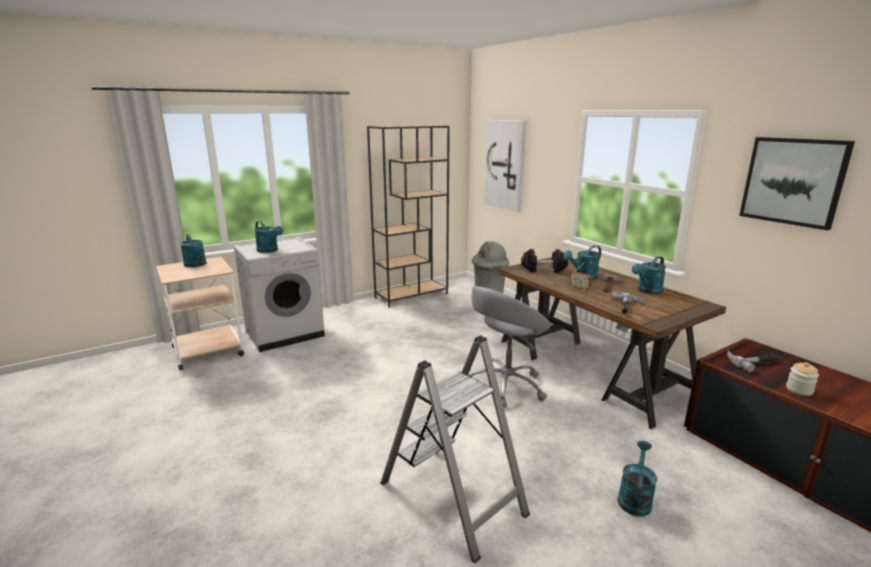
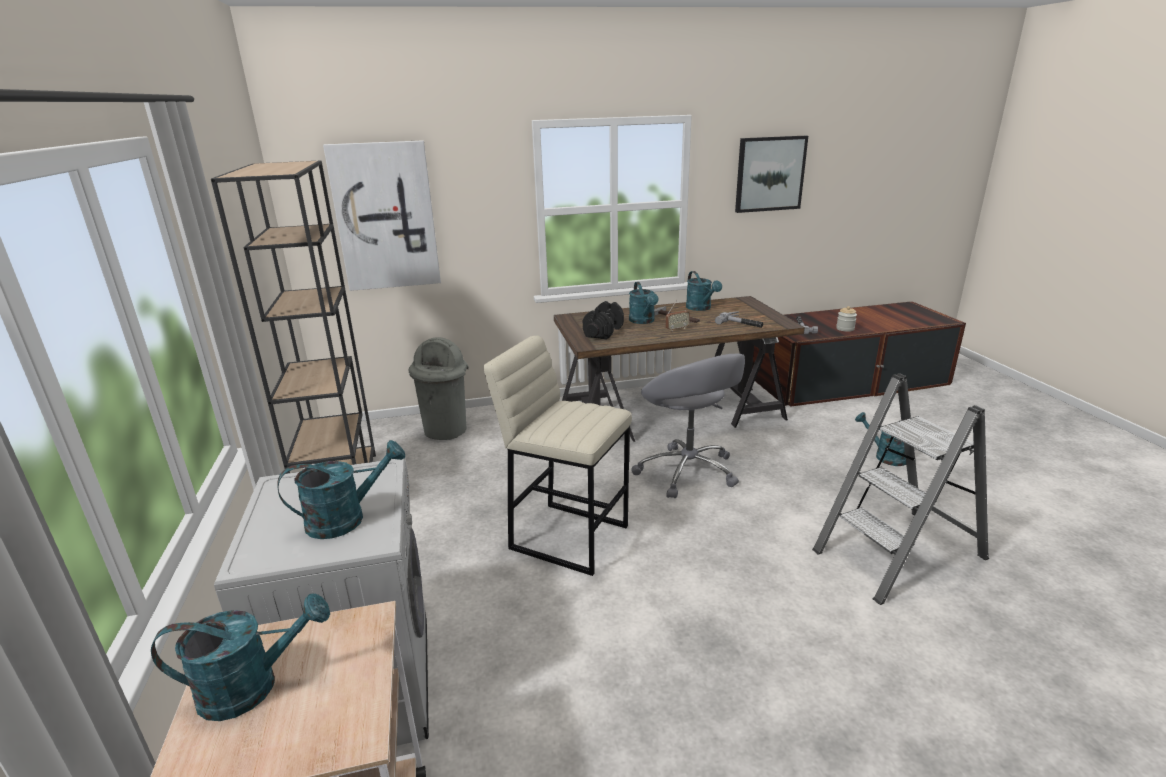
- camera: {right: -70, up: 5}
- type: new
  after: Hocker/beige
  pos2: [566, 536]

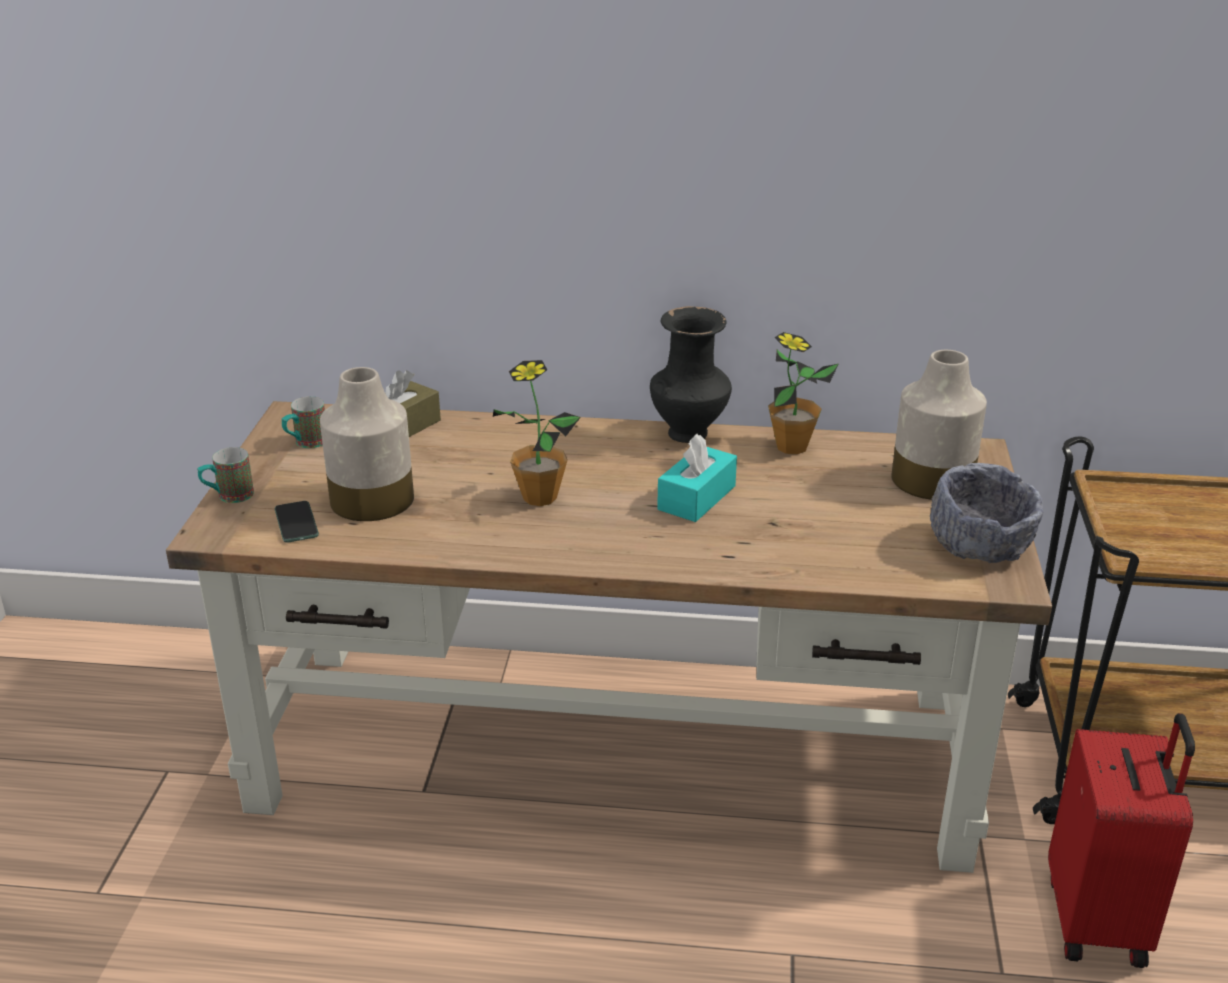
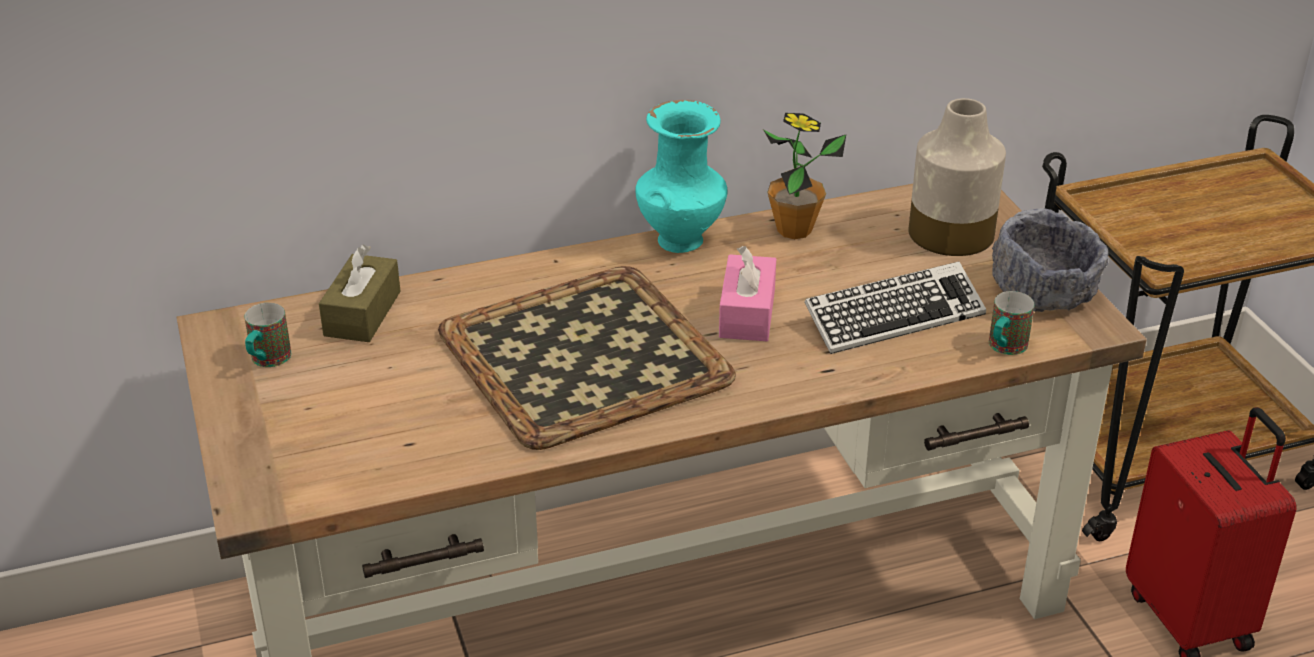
- camera: {right: -25, up: 5}
- type: repainted
  before: Vase/schwarz
  after: Vase/türkis
  pos1: [689, 433]
  pos2: [681, 239]
- type: swapped
  before: Topfpflanze
  after: Tablett
  pos1: [539, 497]
  pos2: [587, 356]
- type: gone
  before: Vase/beige
  pos1: [373, 498]
- type: repainted
  before: Taschentuchbox/türkis
  after: Taschentuchbox/rosa
  pos1: [696, 498]
  pos2: [747, 313]
- type: shifted
  before: Henkelbecher
  pos1: [228, 497]
  pos2: [1004, 348]
- type: gone
  before: Handy
  pos1: [296, 523]
- type: new
  after: Tastatur
  pos2: [894, 317]

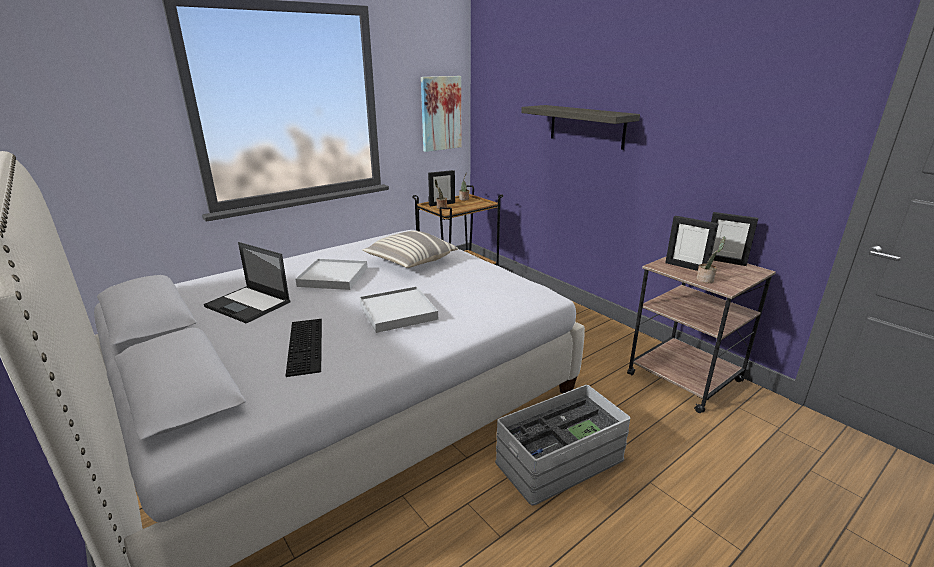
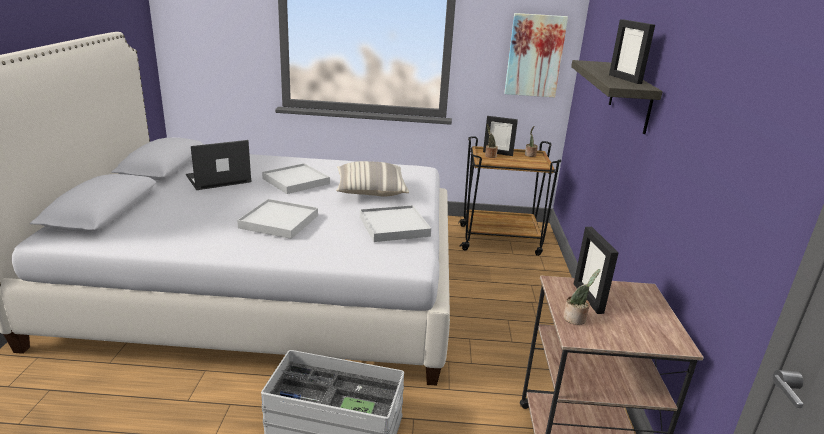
- camera: {right: 40, up: 0}
- type: shifted
  before: Bilderrahmen
  pos1: [724, 261]
  pos2: [625, 79]
- type: rotated
  before: Laptop
  pos1: [249, 304]
  pos2: [217, 179]
  turn: 75
- type: gone
  before: Tastatur
  pos1: [307, 346]
- type: new
  after: Tablett/weiß
  pos2: [394, 226]

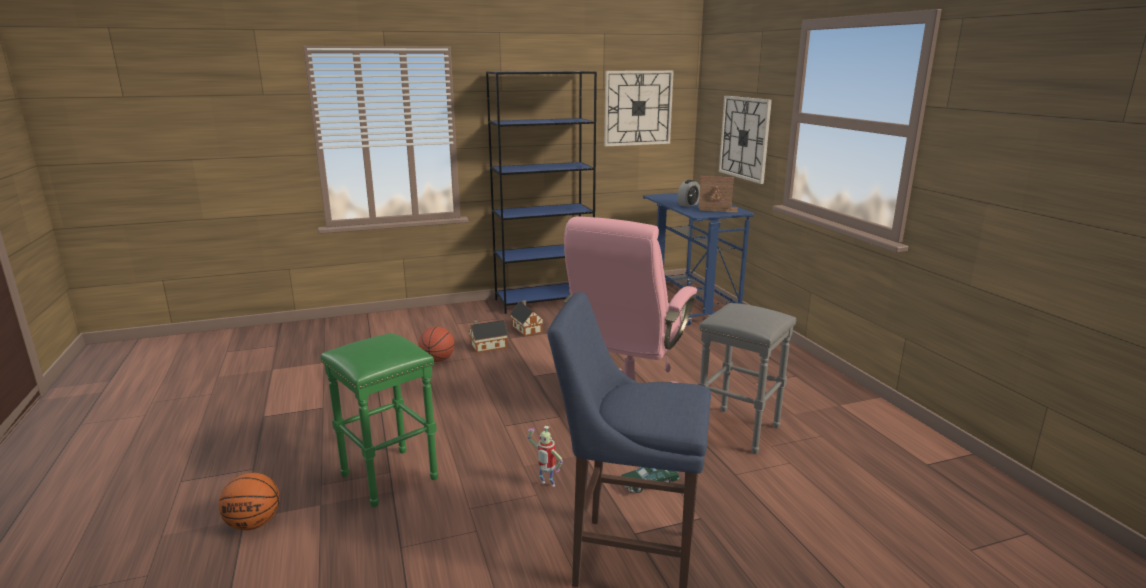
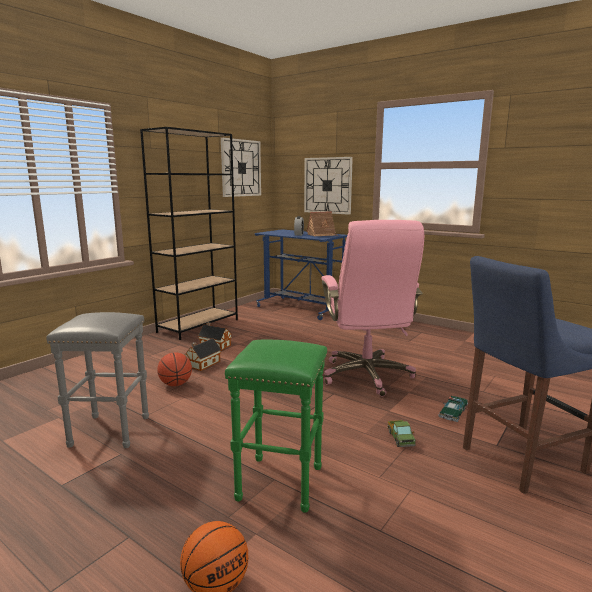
- camera: {right: -35, up: -5}
- type: repainted
  before: Bücherregal/blau
  after: Bücherregal/beige
  pos1: [544, 301]
  pos2: [198, 325]
- type: shifted
  before: Hocker/grau
  pos1: [740, 430]
  pos2: [112, 430]
- type: swapped
  before: Spielzeugroboter
  after: Spielzeuglaster
  pos1: [546, 485]
  pos2: [400, 439]

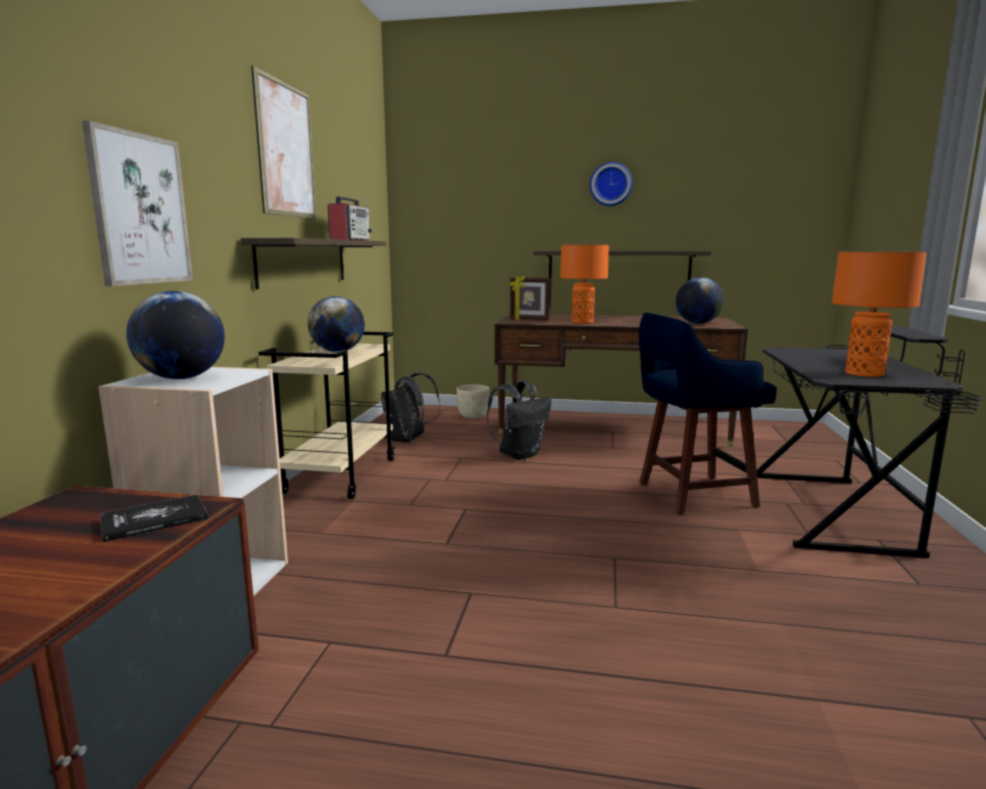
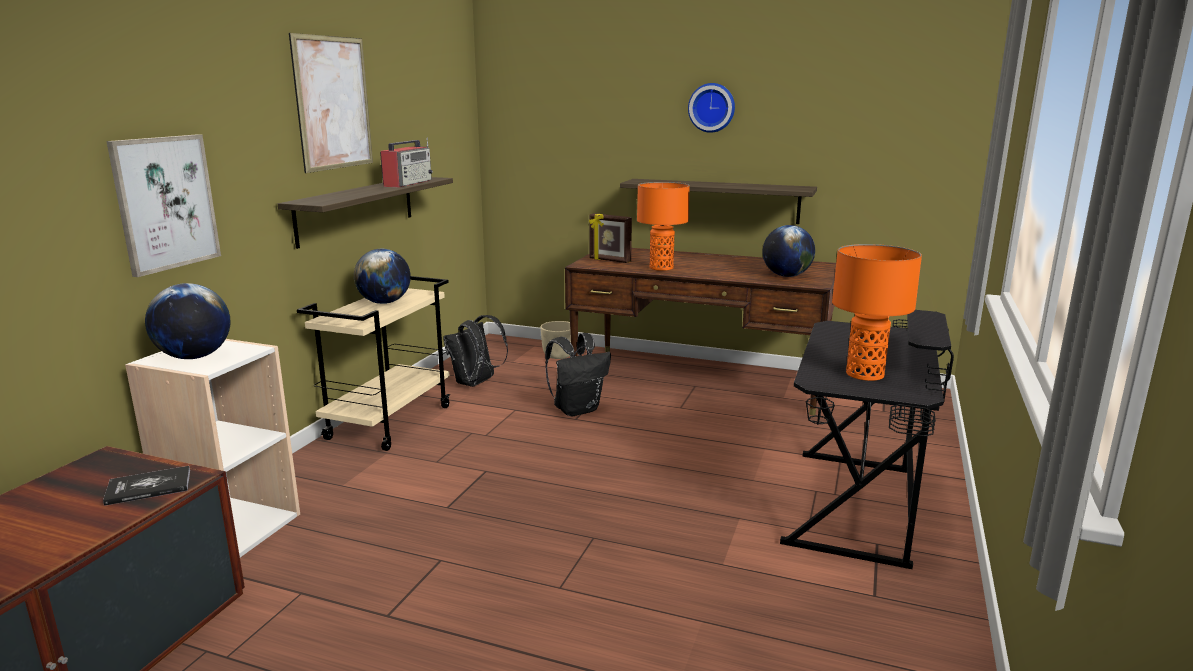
- camera: {right: 10, up: 5}
- type: gone
  before: Hocker/blau
  pos1: [691, 495]

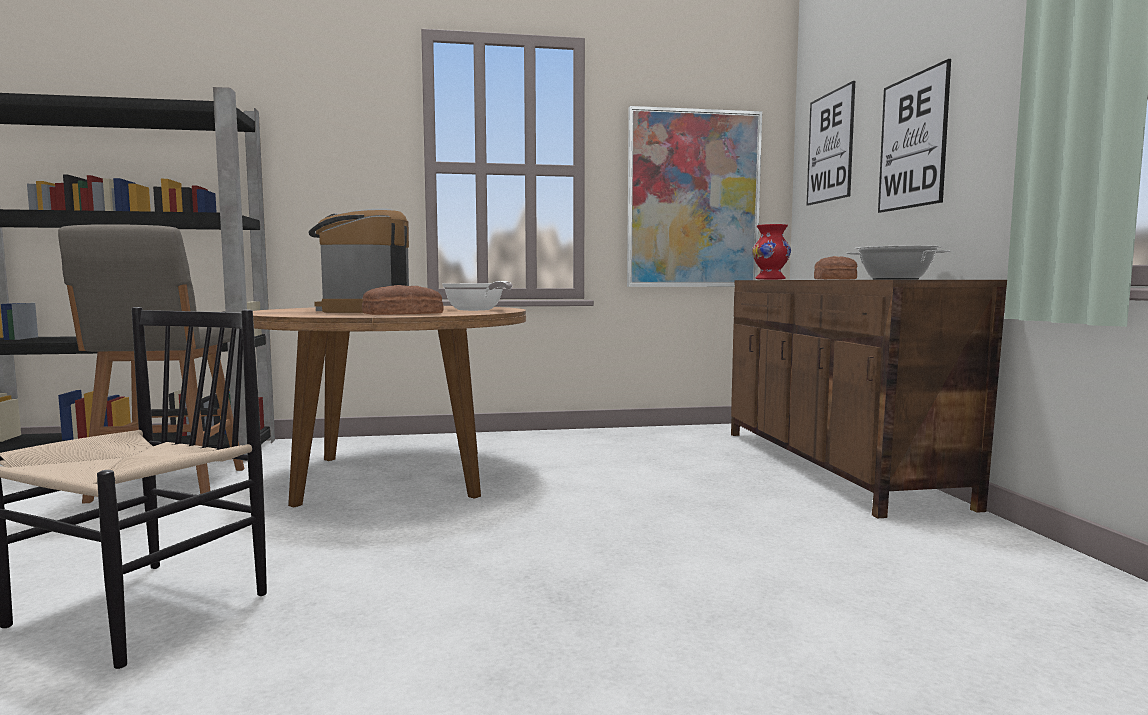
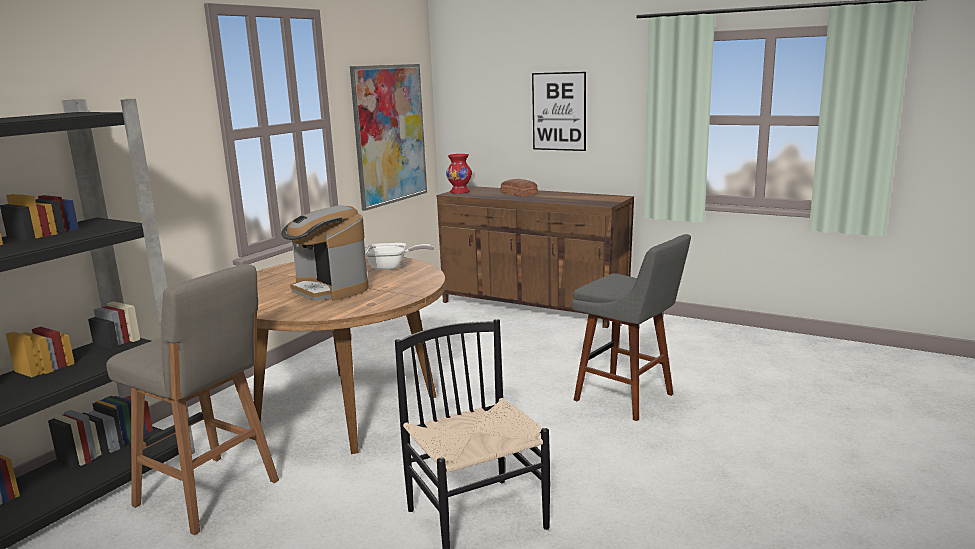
- camera: {right: -50, up: 10}
- type: gone
  before: Bild
  pos1: [830, 147]
- type: gone
  before: Kochtopf
  pos1: [895, 279]
- type: gone
  before: Brot
  pos1: [401, 313]
- type: new
  after: Hocker/grau
  pos2: [628, 398]

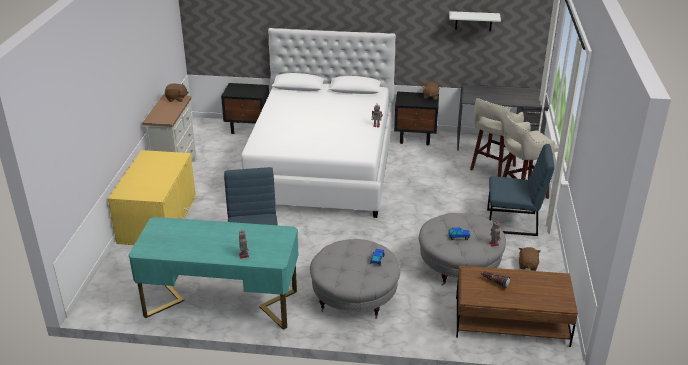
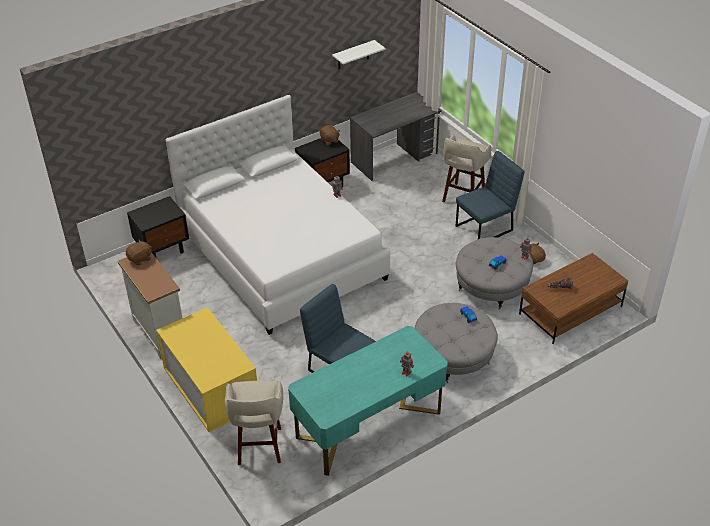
- camera: {right: -40, up: 10}
- type: shifted
  before: Hocker/beige
  pos1: [491, 168]
  pos2: [259, 448]

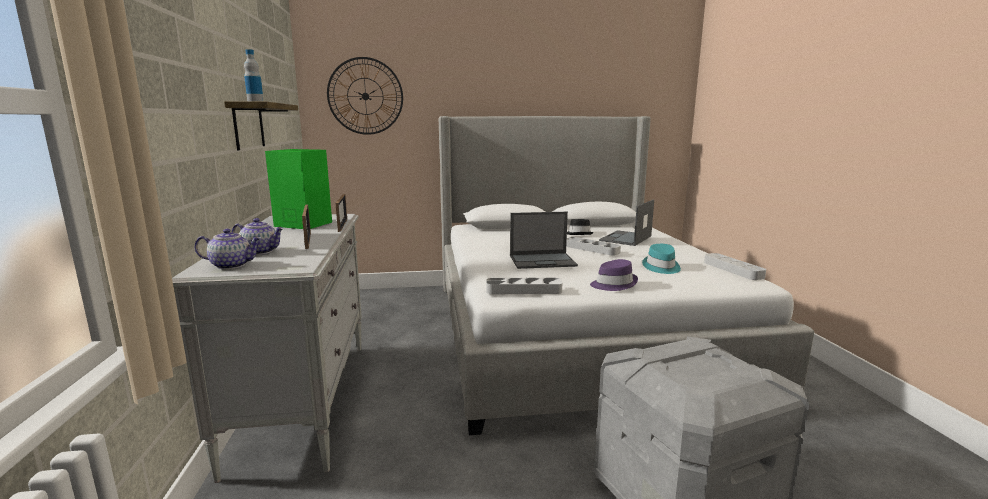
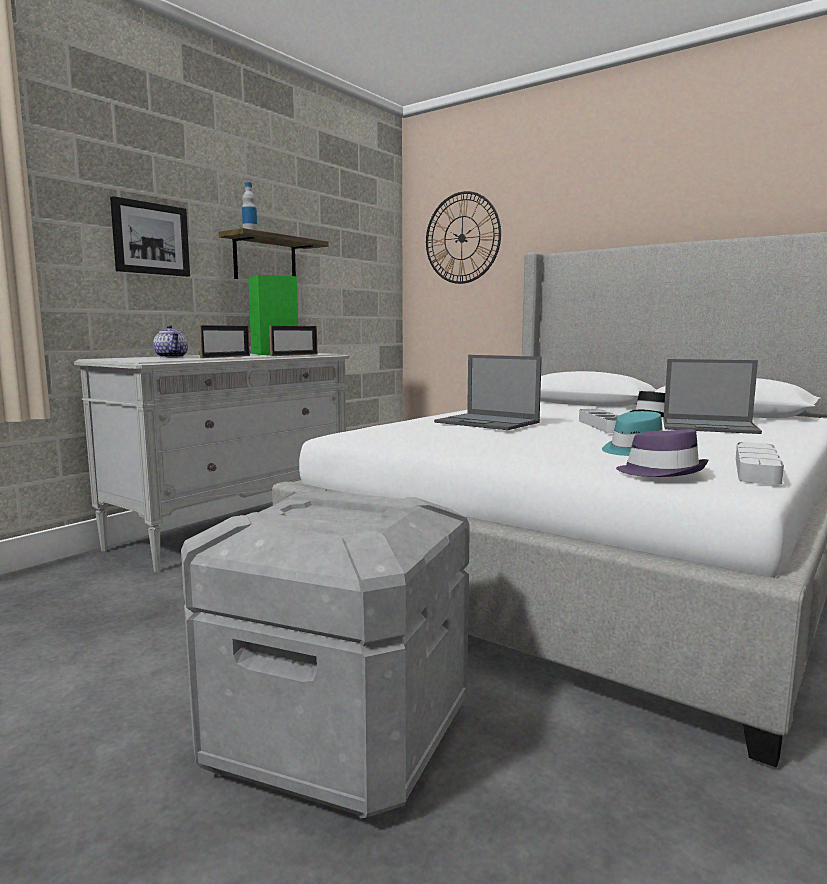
- camera: {right: 45, up: -5}
- type: rotated
  before: Laptop
  pos1: [625, 238]
  pos2: [710, 427]
  turn: -150
- type: gone
  before: Teekanne
  pos1: [232, 265]
- type: shifted
  before: Hut/lila
  pos1: [613, 284]
  pos2: [661, 472]
- type: gone
  before: Tablett/grau
  pos1: [523, 290]
- type: new
  after: Bild
  pos2: [150, 239]

